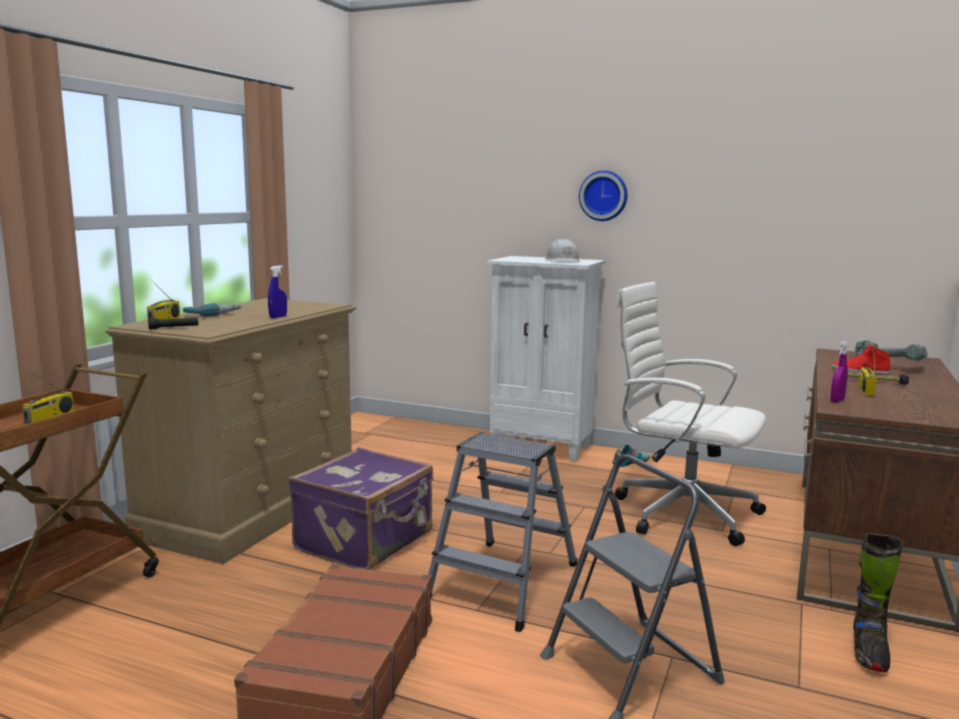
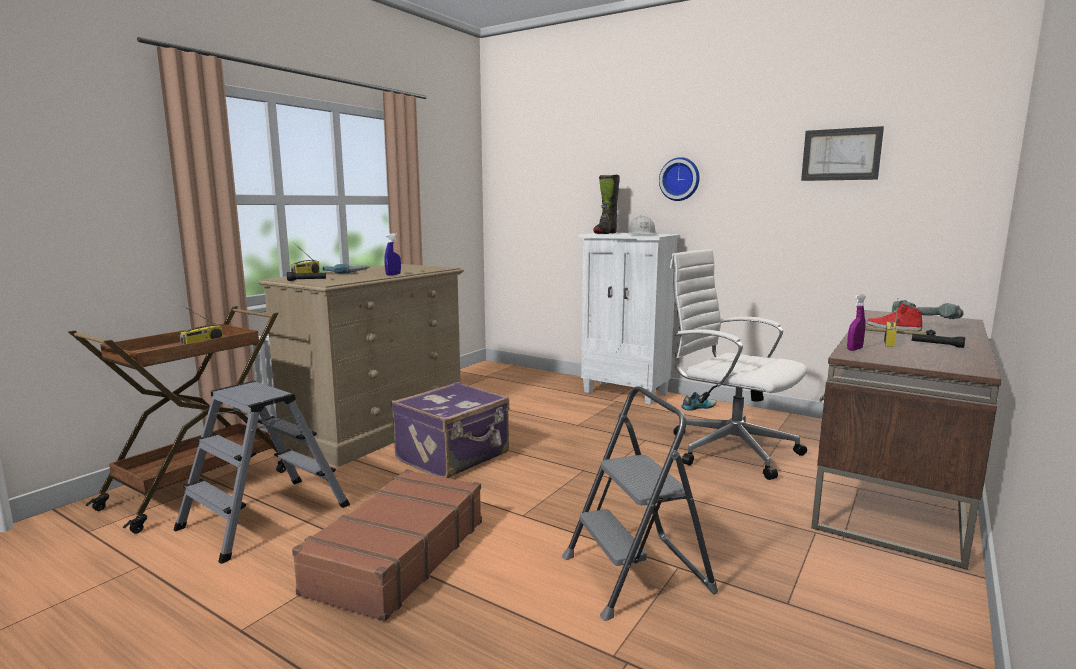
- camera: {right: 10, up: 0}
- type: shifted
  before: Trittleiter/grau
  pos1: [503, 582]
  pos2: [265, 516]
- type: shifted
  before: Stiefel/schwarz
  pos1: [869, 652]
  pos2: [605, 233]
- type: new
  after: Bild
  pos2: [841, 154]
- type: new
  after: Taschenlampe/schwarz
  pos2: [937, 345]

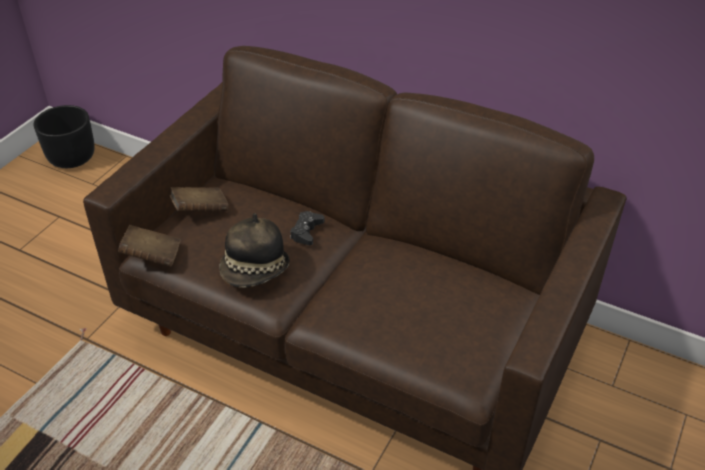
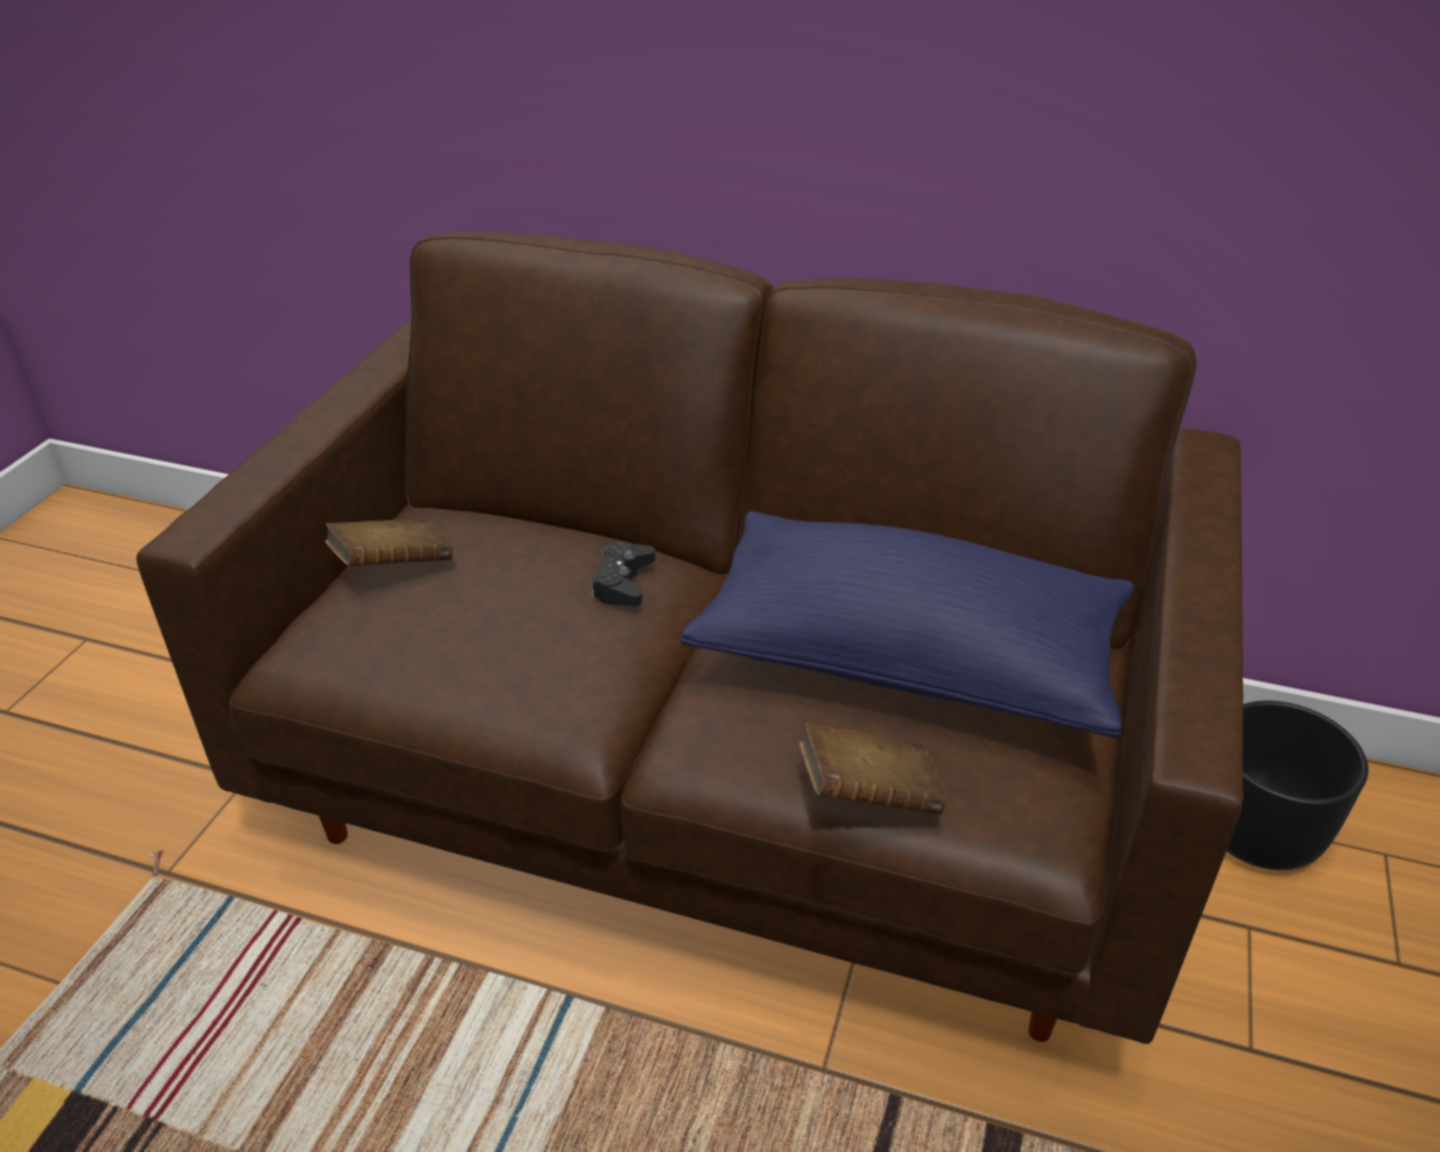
- camera: {right: -10, up: -5}
- type: shifted
  before: Pflanzkübel/schwarz
  pos1: [72, 157]
  pos2: [1259, 832]
- type: gone
  before: Hut
  pos1: [255, 271]
- type: shifted
  before: Buch/braun
  pos1: [152, 256]
  pos2: [869, 794]
- type: new
  after: Kissen/blau
  pos2: [907, 660]

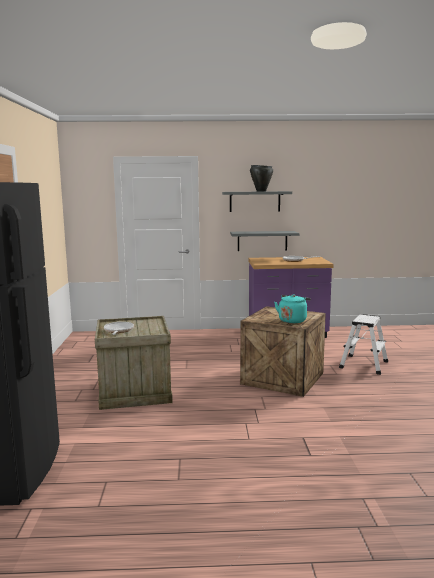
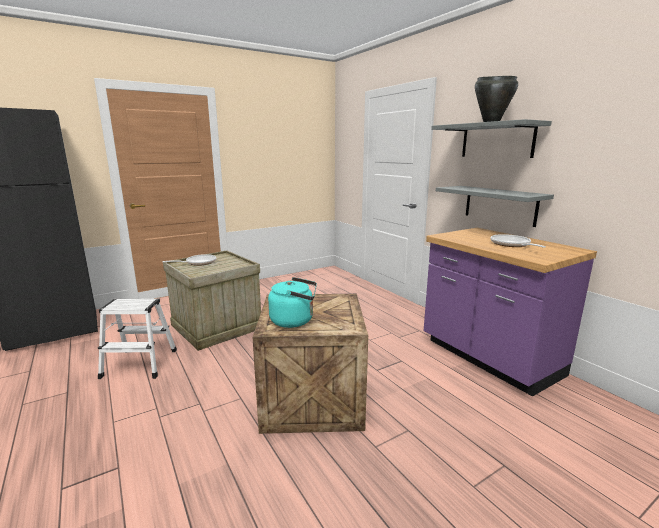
- camera: {right: 60, up: 5}
- type: shifted
  before: Trittleiter/weiß
  pos1: [363, 364]
  pos2: [139, 363]

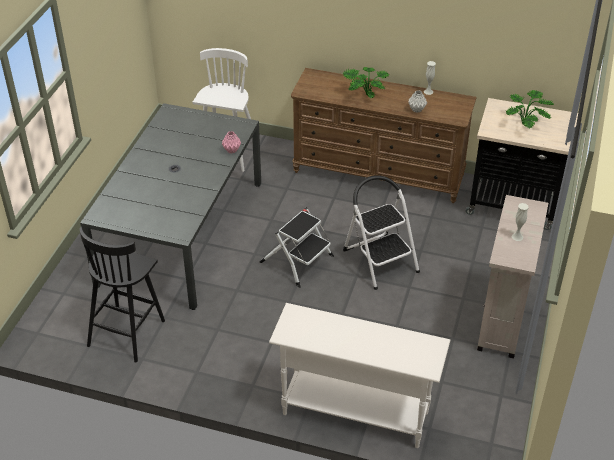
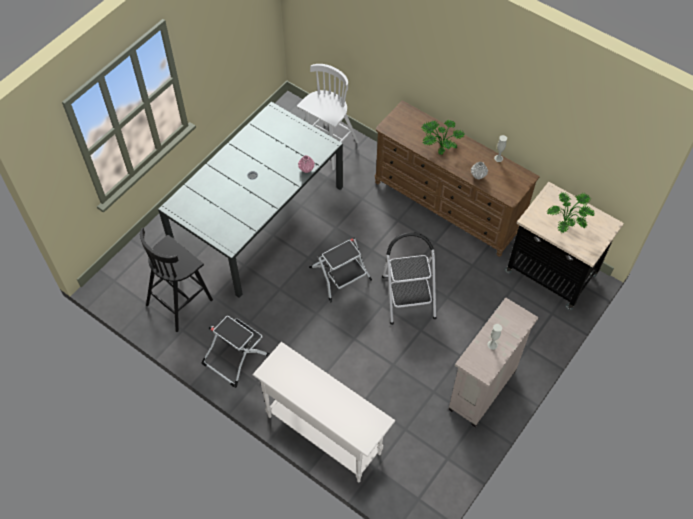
- camera: {right: 20, up: 15}
- type: new
  after: Trittleiter
  pos2: [235, 356]

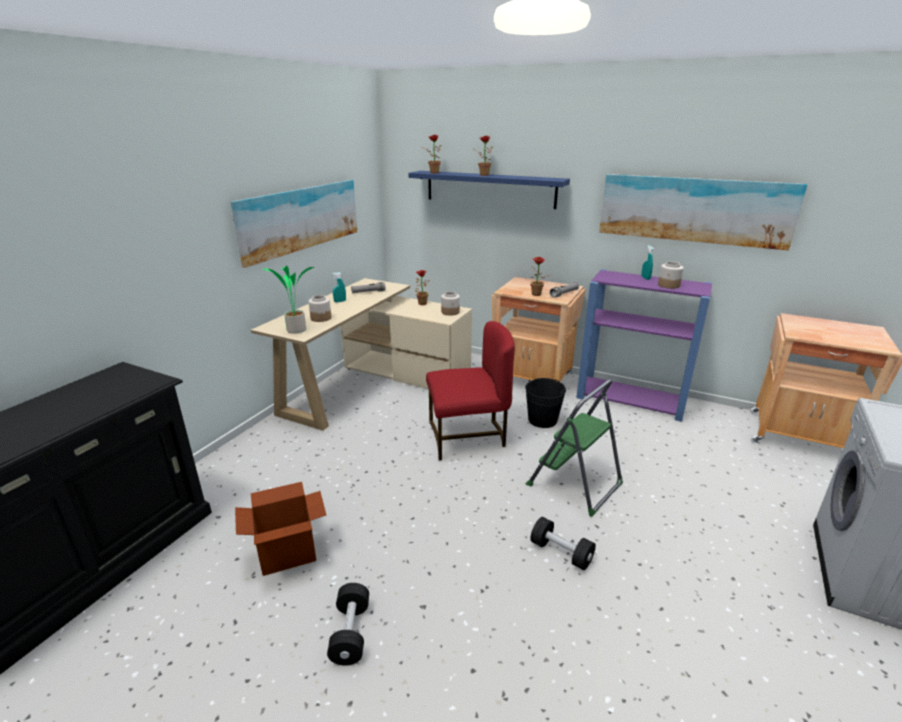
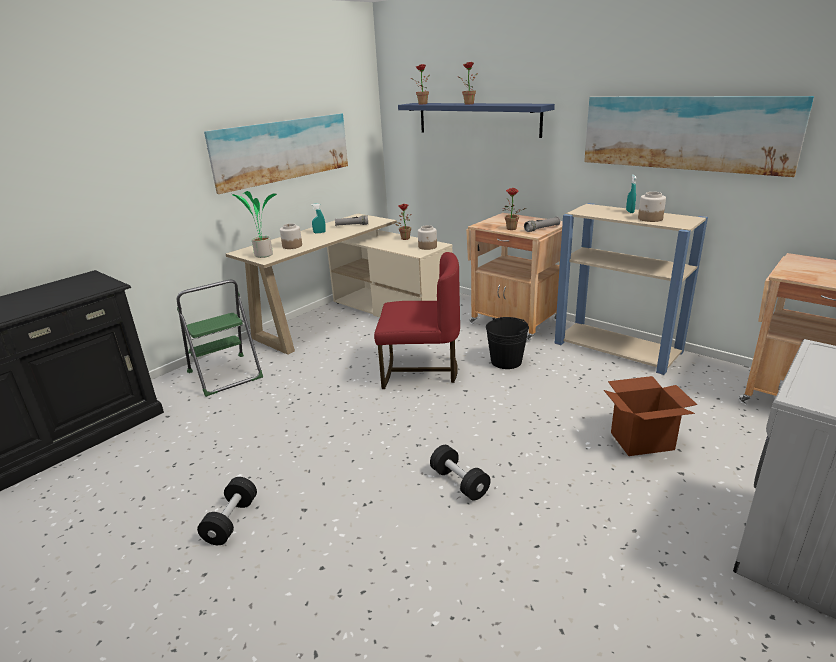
- camera: {right: 15, up: 0}
- type: repainted
  before: Bücherregal/lila
  after: Bücherregal/beige
  pos1: [631, 398]
  pos2: [617, 347]
- type: shifted
  before: Trittleiter/grün
  pos1: [577, 485]
  pos2: [225, 375]
- type: shifted
  before: Karton
  pos1: [288, 553]
  pos2: [642, 441]

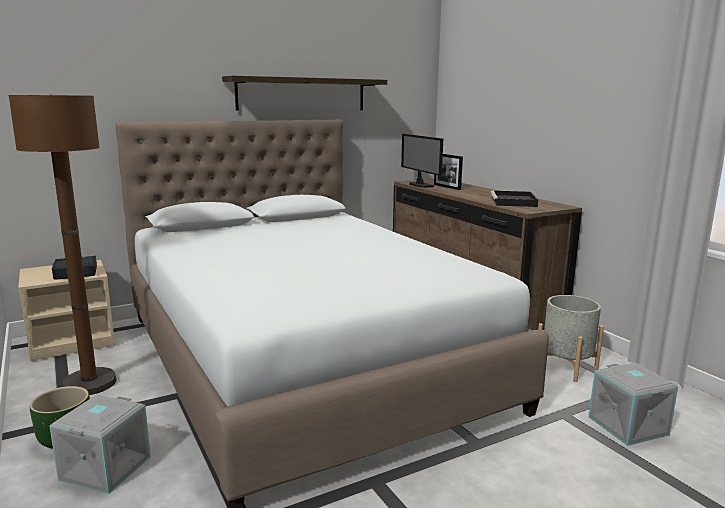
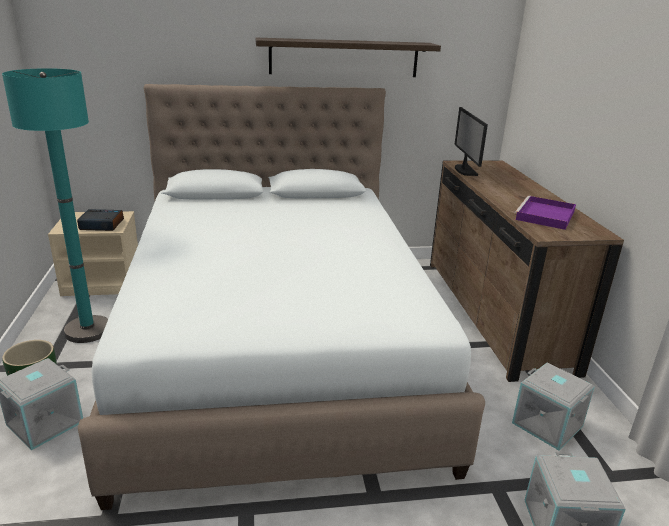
- camera: {right: 20, up: 10}
- type: repainted
  before: Stehlampe/braun
  after: Stehlampe/türkis
  pos1: [90, 383]
  pos2: [88, 330]
- type: gone
  before: Bilderrahmen
  pos1: [447, 187]
- type: repainted
  before: Tablett/schwarz
  after: Tablett/lila
  pos1: [514, 202]
  pos2: [545, 216]
- type: swapped
  before: Pflanzkübel/grau
  after: Aufbewahrungsbox/grau
  pos1: [566, 366]
  pos2: [548, 424]

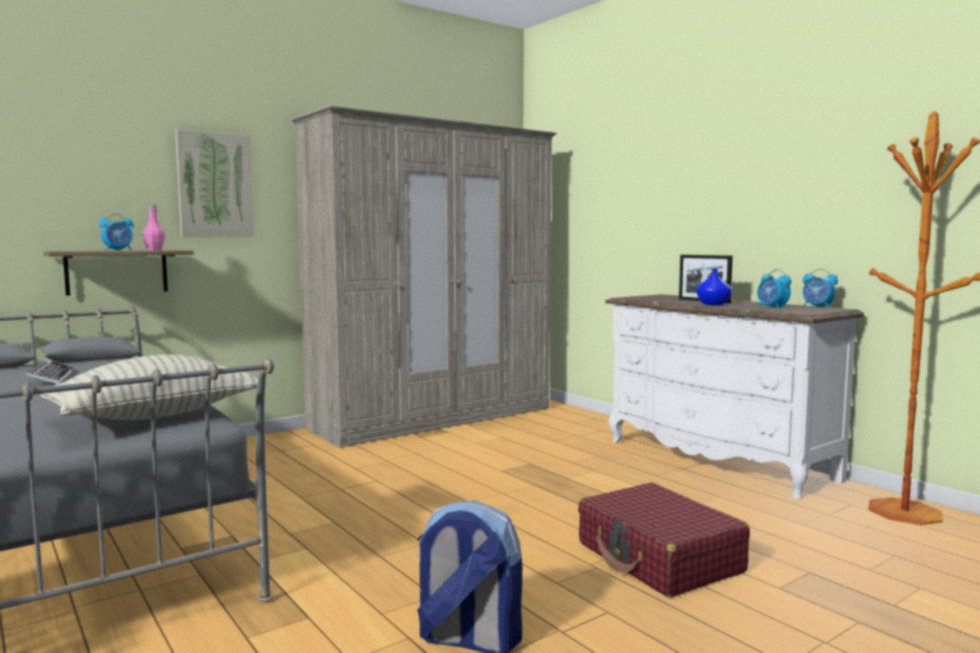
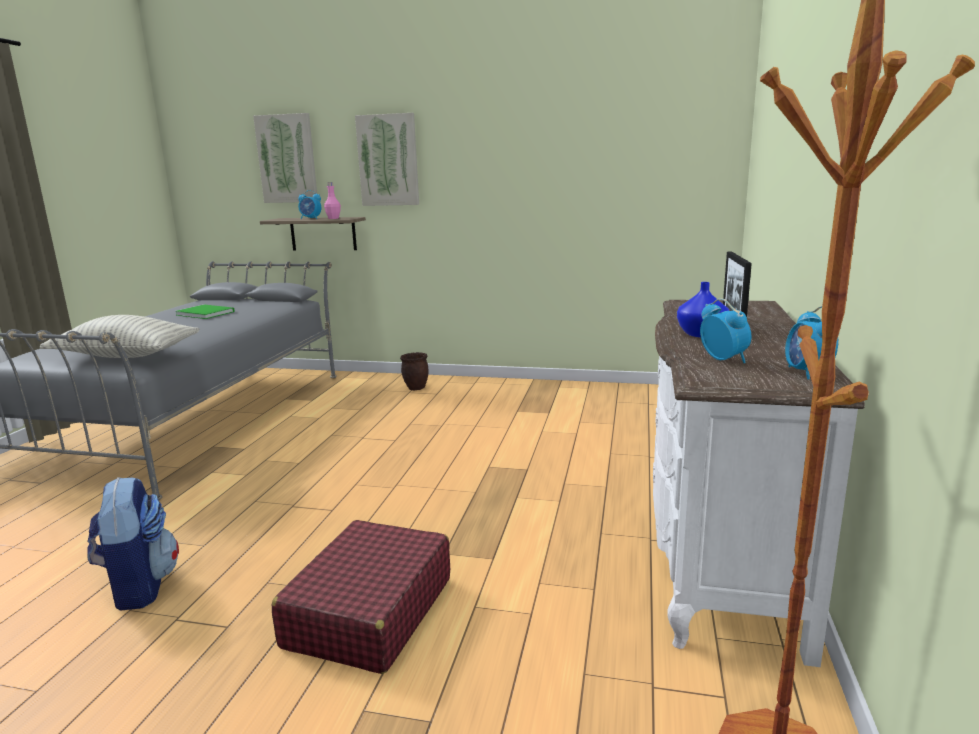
- camera: {right: 50, up: 10}
- type: gone
  before: Kleiderschrank/beige
  pos1: [435, 418]
- type: rotated
  before: Wecker
  pos1: [772, 308]
  pos2: [723, 359]
  turn: 135
- type: swapped
  before: Tastatur
  after: Buch/grün
  pos1: [51, 378]
  pos2: [205, 313]
- type: new
  after: Bild
  pos2: [287, 159]
- type: new
  after: Pflanzkübel/braun
  pos2: [416, 388]

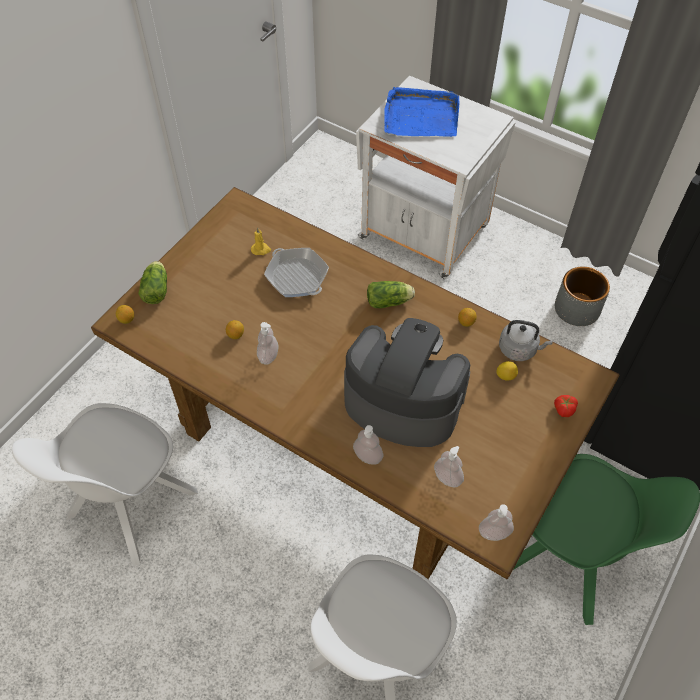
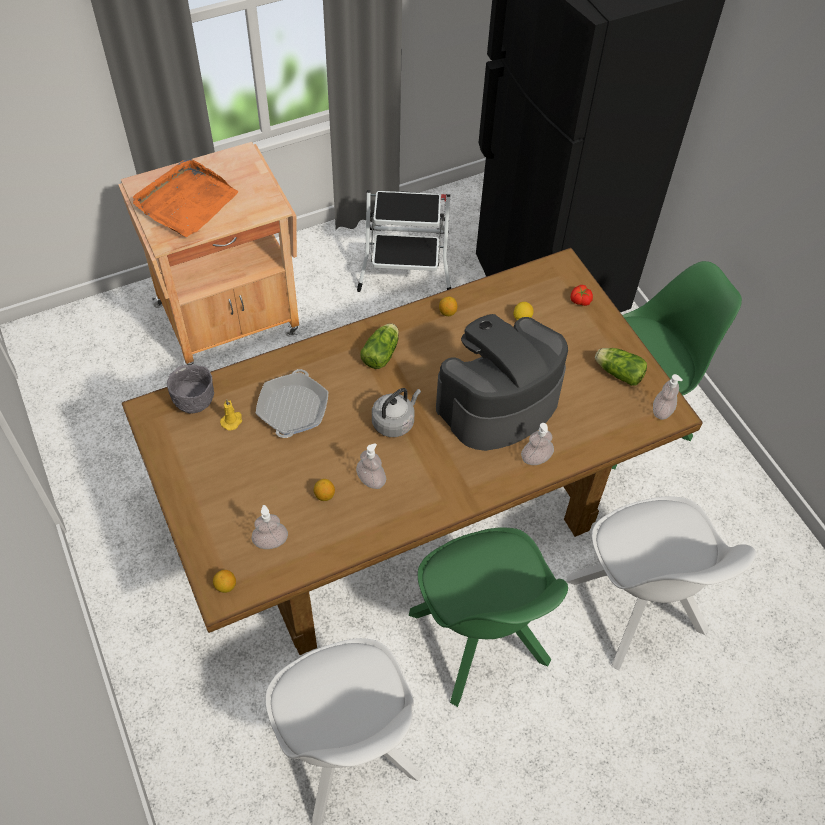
- camera: {right: -60, up: 0}
- type: repainted
  before: Rollwagen/weiß
  after: Rollwagen/braun
  pos1: [425, 236]
  pos2: [229, 319]
- type: repainted
  before: Tablett/blau
  after: Tablett/orange
  pos1: [420, 116]
  pos2: [186, 202]
- type: rotated
  before: Pfanne
  pos1: [297, 277]
  pos2: [293, 409]
  turn: 105
- type: shifted
  before: Salatkopf
  pos1: [156, 288]
  pos2: [617, 372]
- type: swapped
  before: Pflanzkübel/grau
  after: Trittleiter
  pos1: [577, 309]
  pos2: [406, 262]
- type: shifted
  before: Wasserkessel/grau
  pos1: [519, 349]
  pos2: [395, 422]
- type: shifted
  before: Seifenspender
  pos1: [447, 478]
  pos2: [271, 541]
- type: new
  after: Schüssel/grau
  pos2: [194, 403]
- type: new
  after: Stuhl/grün
  pos2: [479, 640]

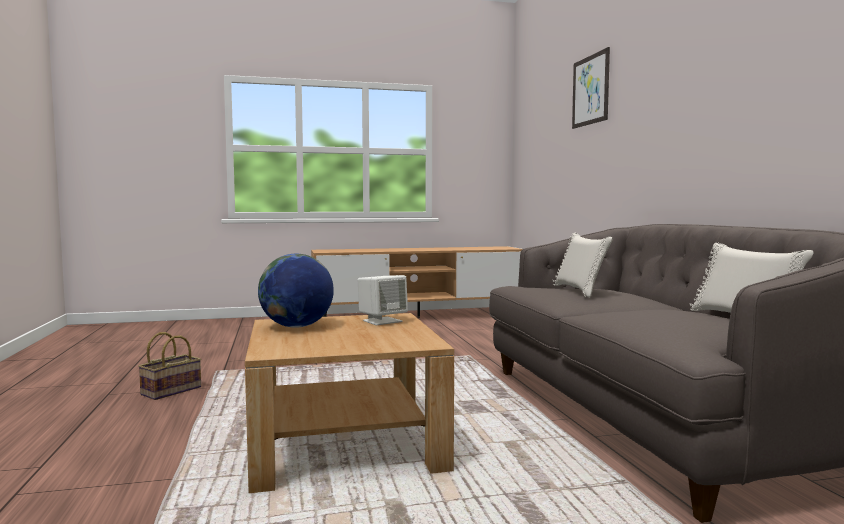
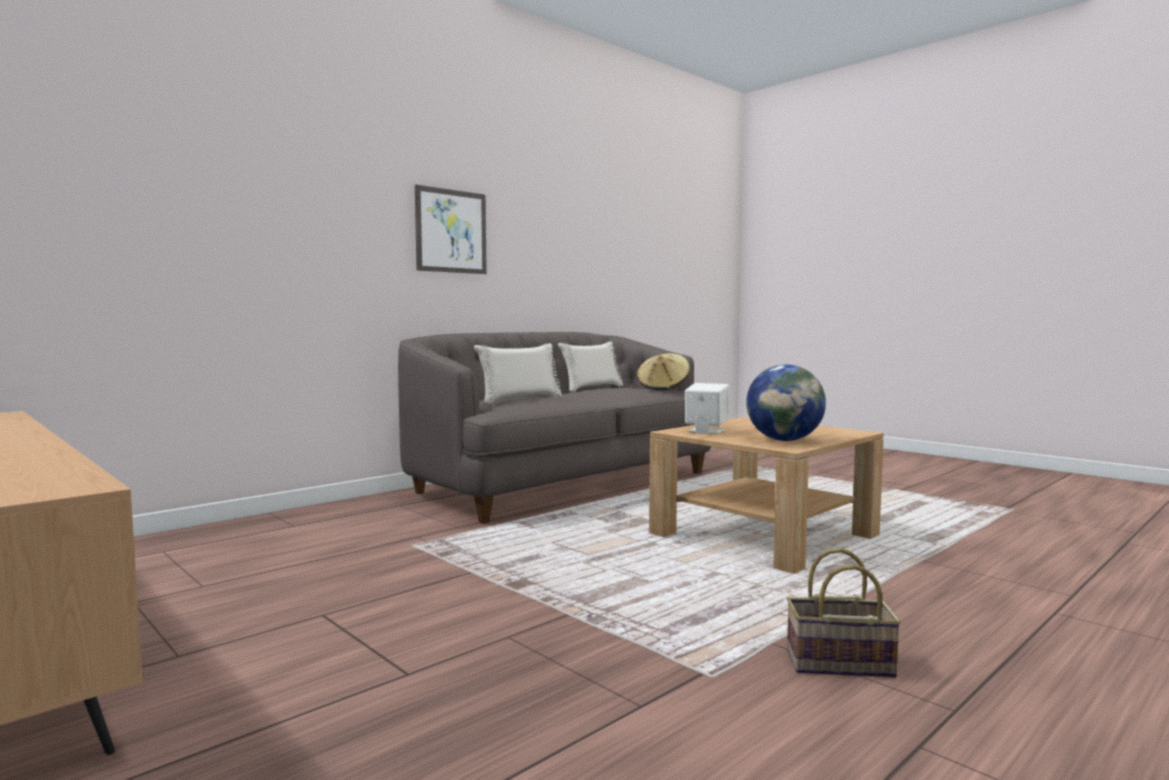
- camera: {right: -120, up: 0}
- type: shifted
  before: Bild
  pos1: [590, 90]
  pos2: [451, 231]
- type: new
  after: Hut/beige
  pos2: [663, 388]

